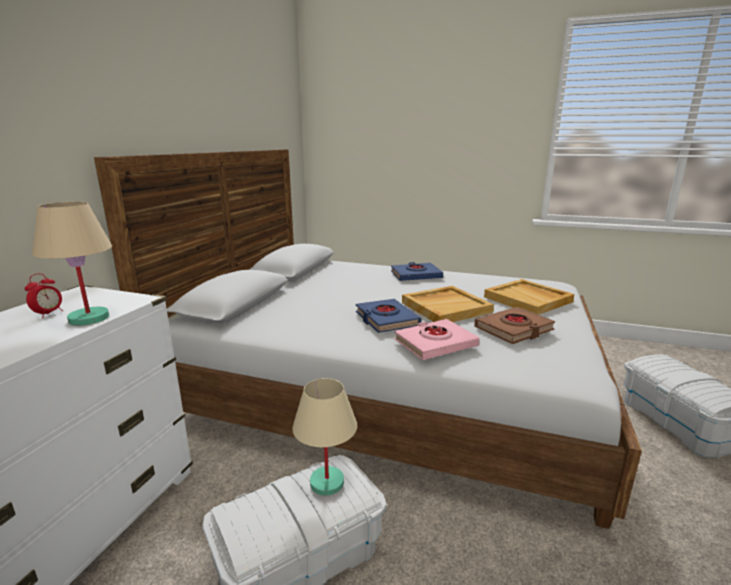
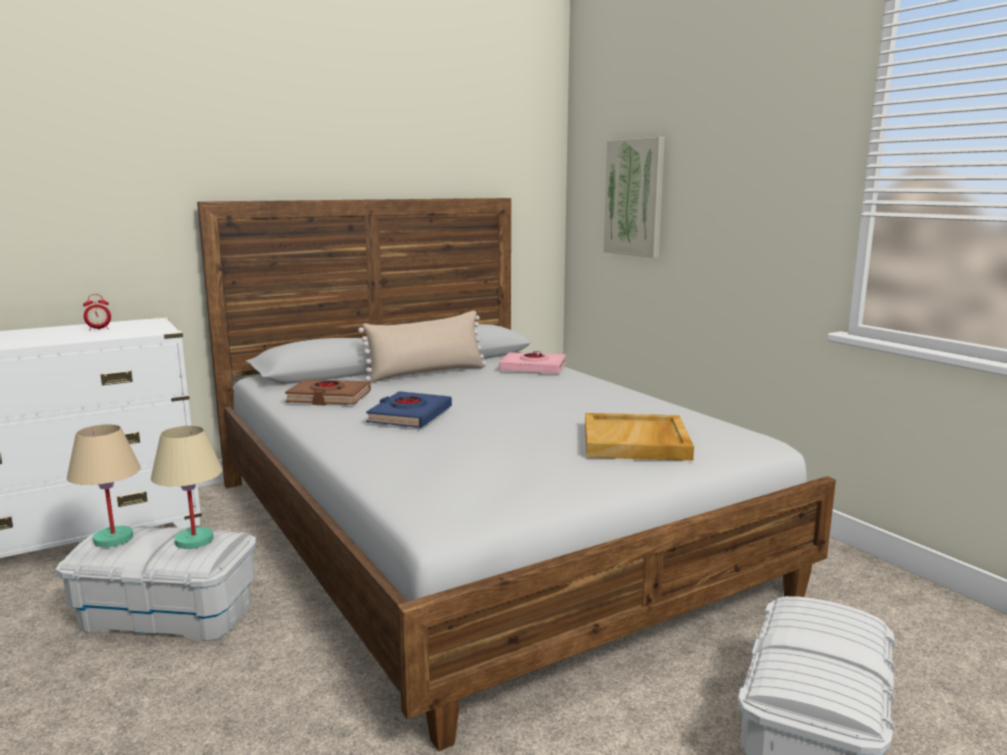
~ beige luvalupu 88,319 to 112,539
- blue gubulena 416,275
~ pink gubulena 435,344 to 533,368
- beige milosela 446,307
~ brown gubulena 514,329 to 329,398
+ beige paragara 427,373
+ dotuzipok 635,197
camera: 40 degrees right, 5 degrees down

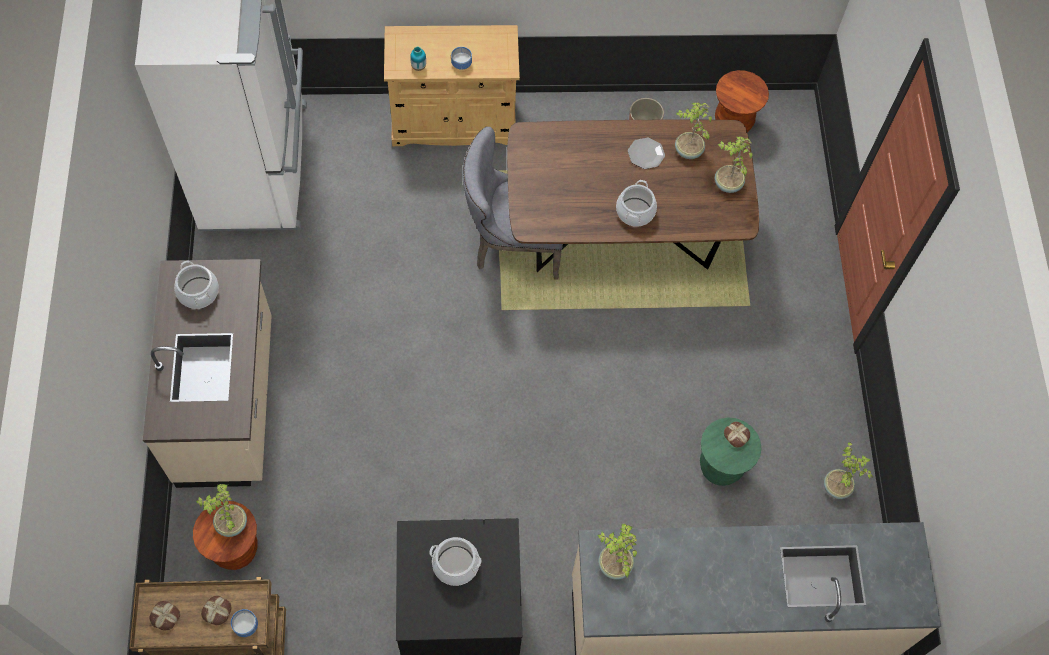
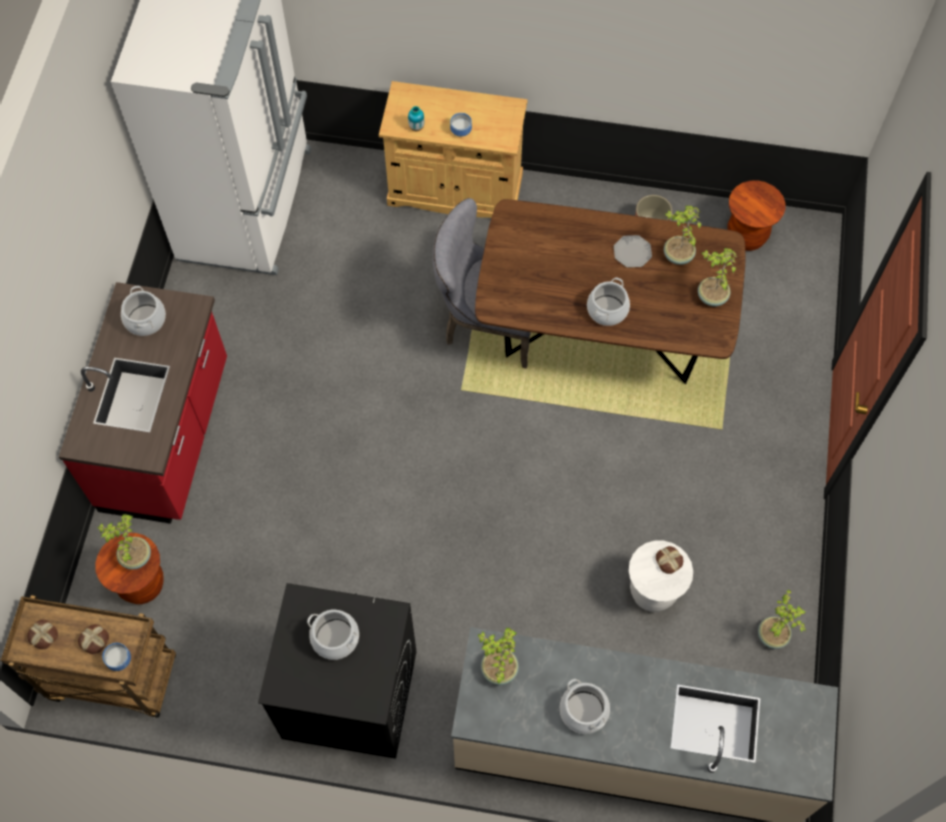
~ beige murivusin 228,402 to red murivusin 167,436
~ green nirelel 720,467 to white nirelel 652,591
+ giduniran 584,711
camera: 15 degrees right, 0 degrees up

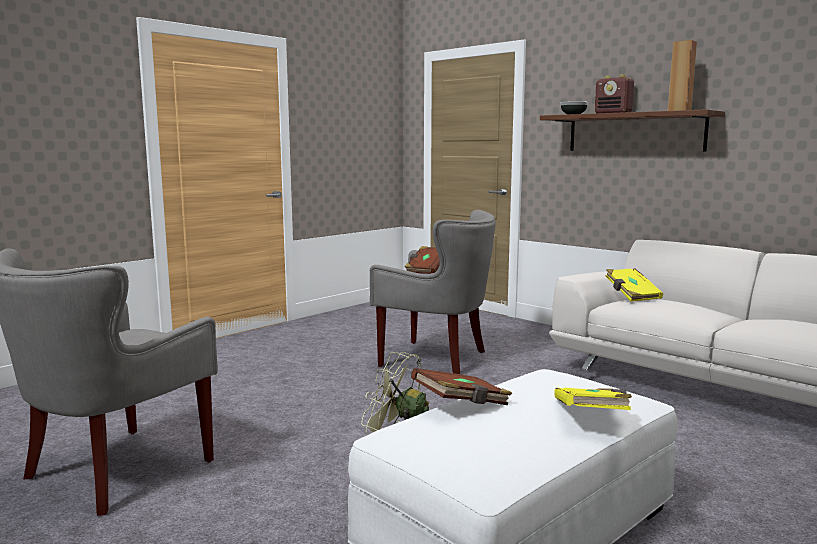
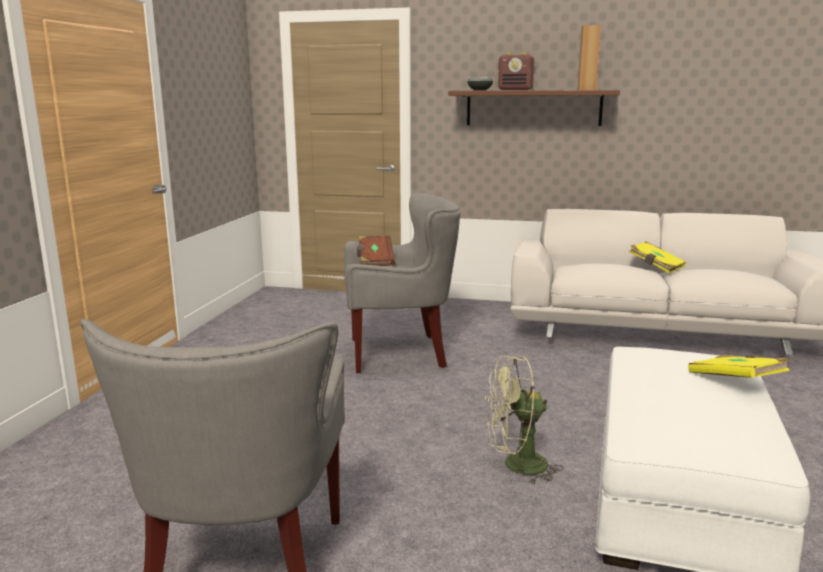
- brown gubulena 462,405
~ yellow gubulena 631,295 to 655,267
camera: 30 degrees left, 5 degrees up

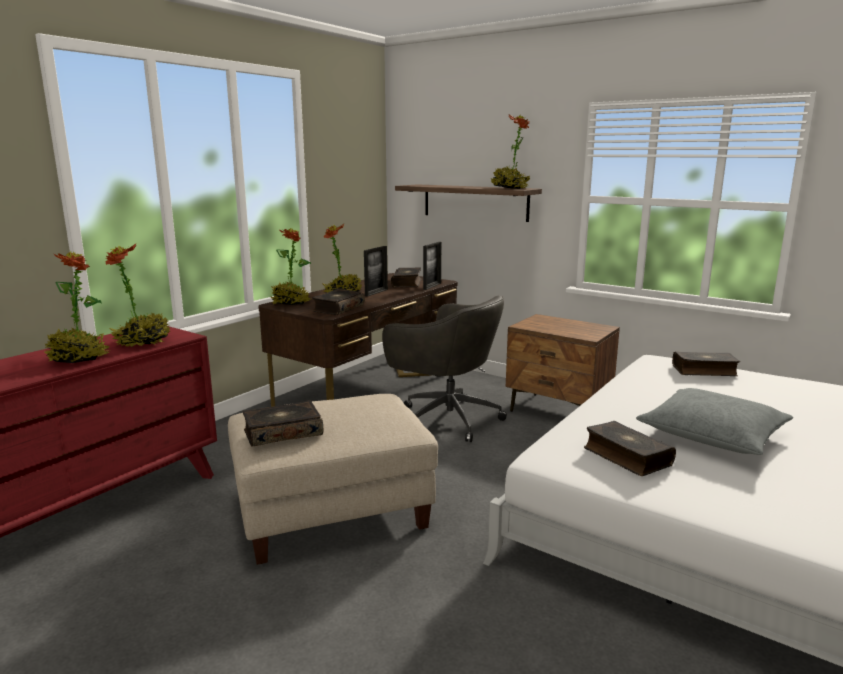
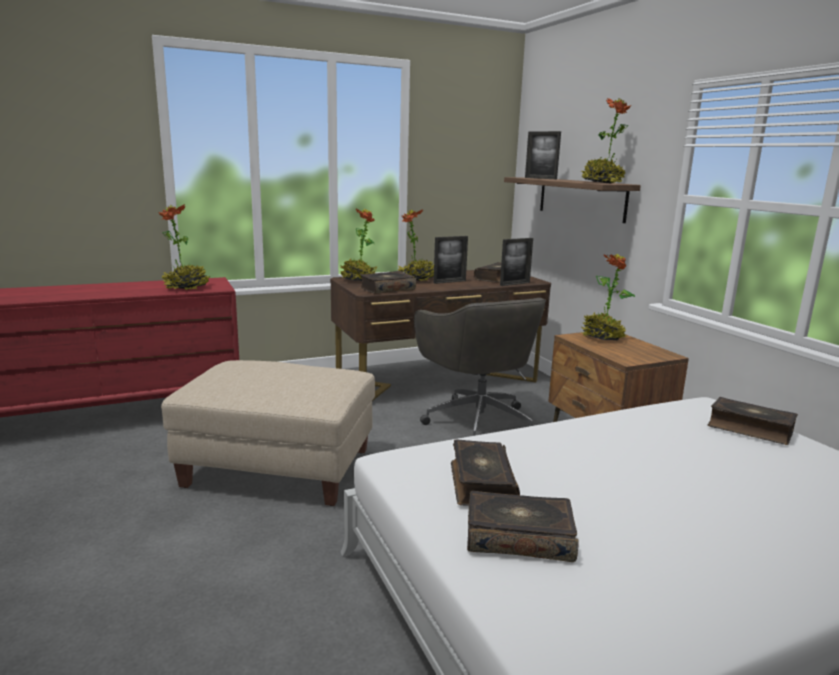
~ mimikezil 79,359 to 603,338
~ gubulena 283,432 to 519,538
- grey paragara 712,434
+ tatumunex 540,178
camera: 30 degrees right, 0 degrees up

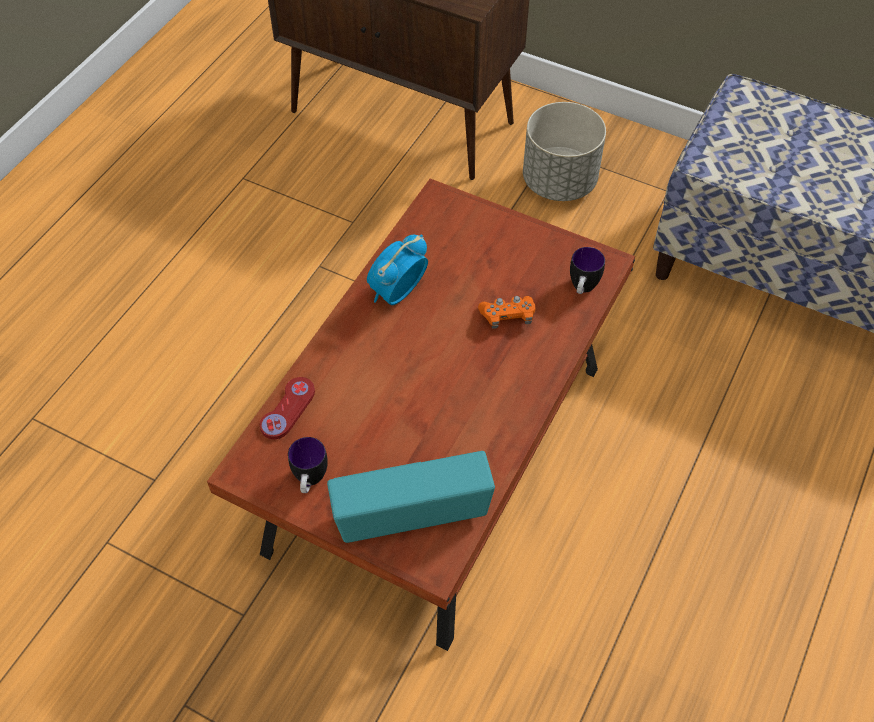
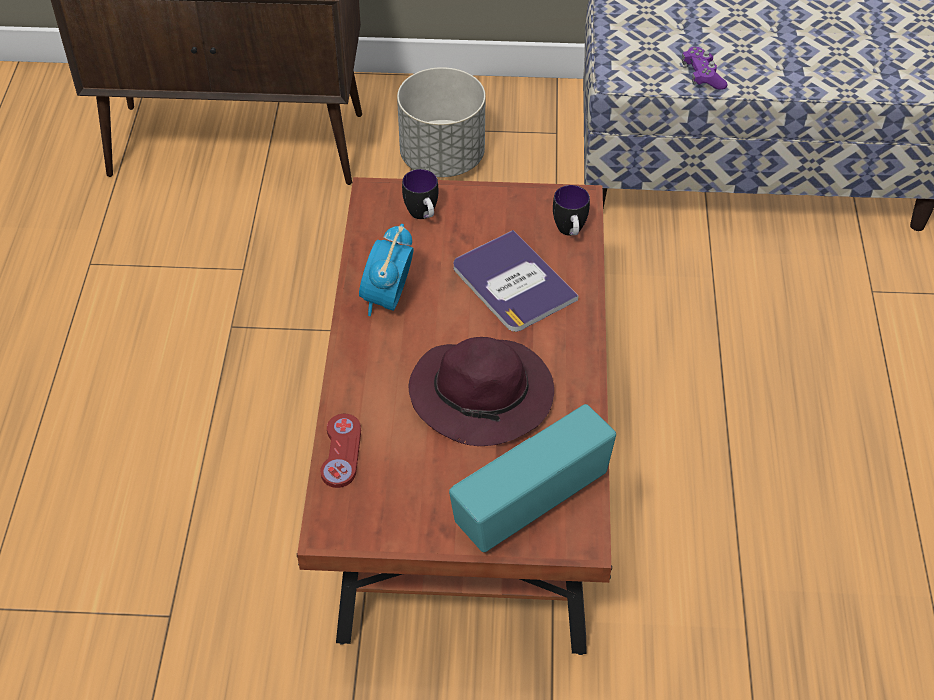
~ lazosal 310,481 to 423,216
~ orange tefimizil 507,316 to gubulena 513,283
+ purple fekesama 484,396
+ purple tefimizil 702,76
camera: 25 degrees left, 5 degrees down

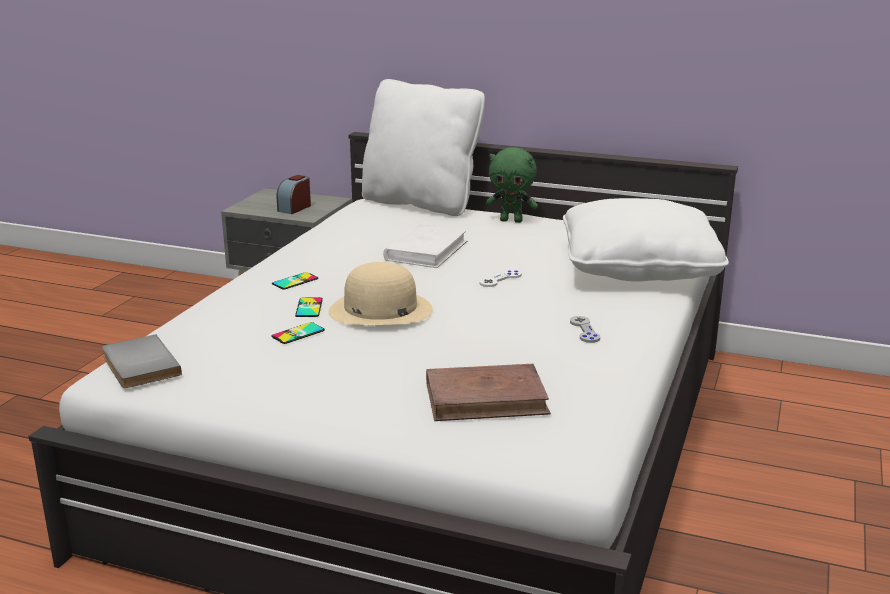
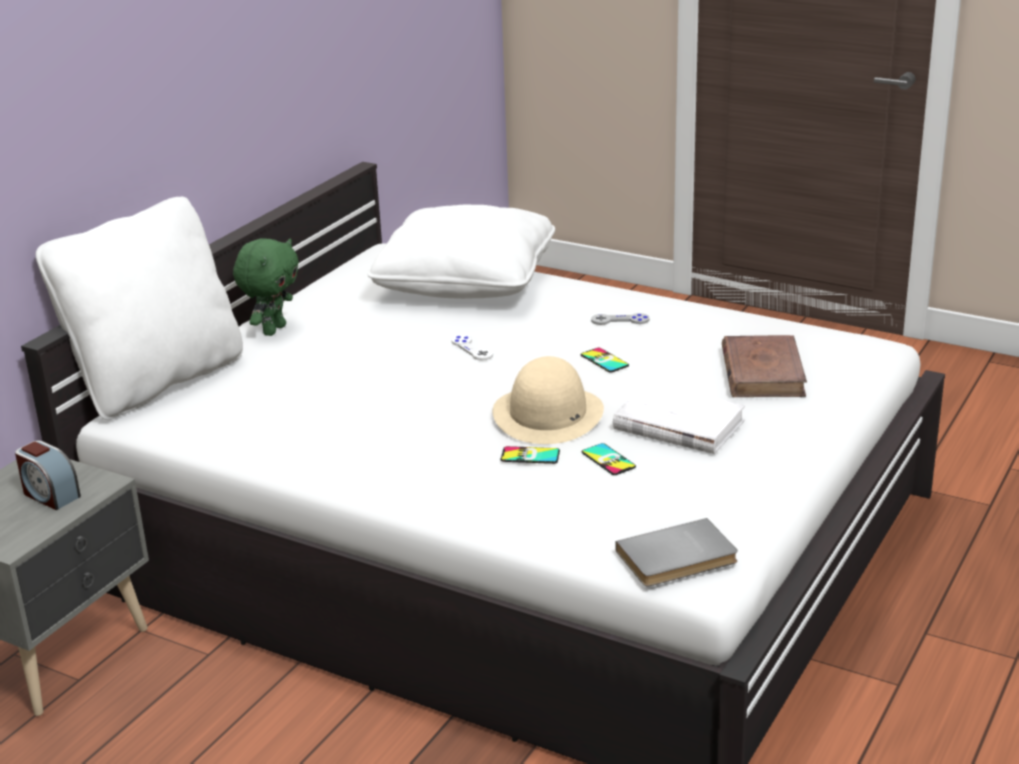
~ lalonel 295,281 to 604,360
~ white gubulena 426,251 to 678,425
camera: 80 degrees left, 5 degrees up

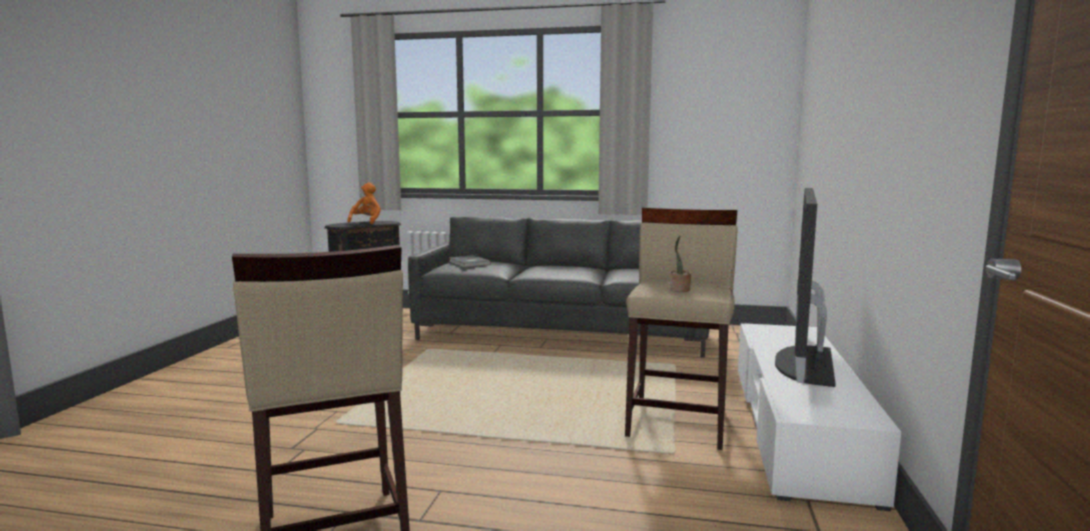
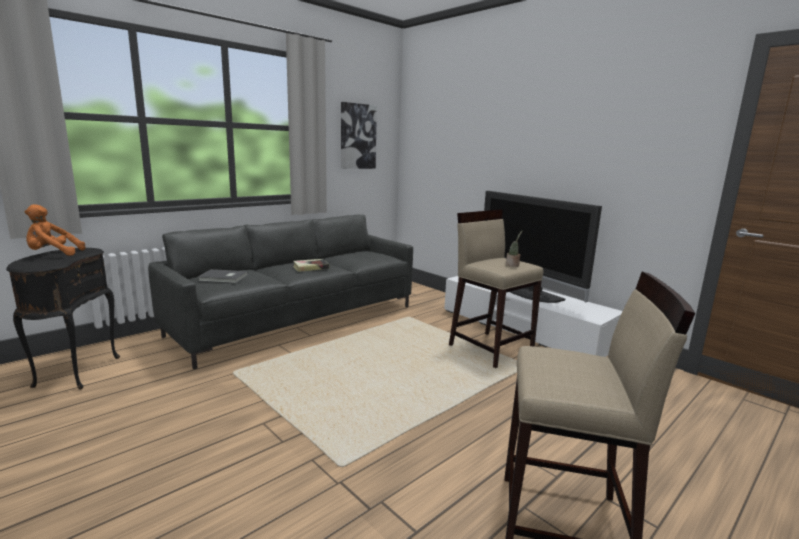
~ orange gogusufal 366,222 = 52,254 60 degrees counterclockwise
+ gubulena 310,268
+ dotuzipok 357,136
camera: 55 degrees left, 5 degrees up

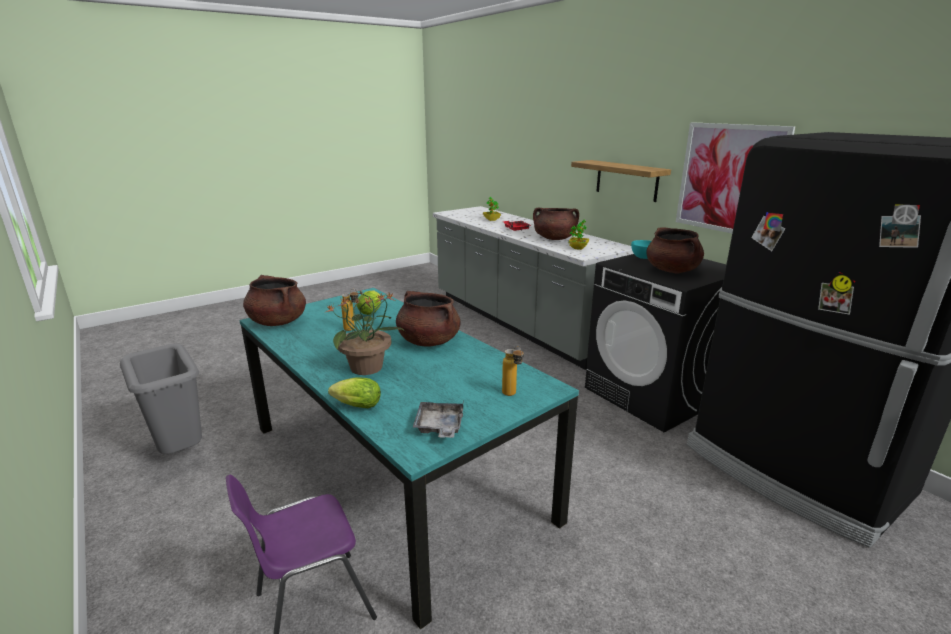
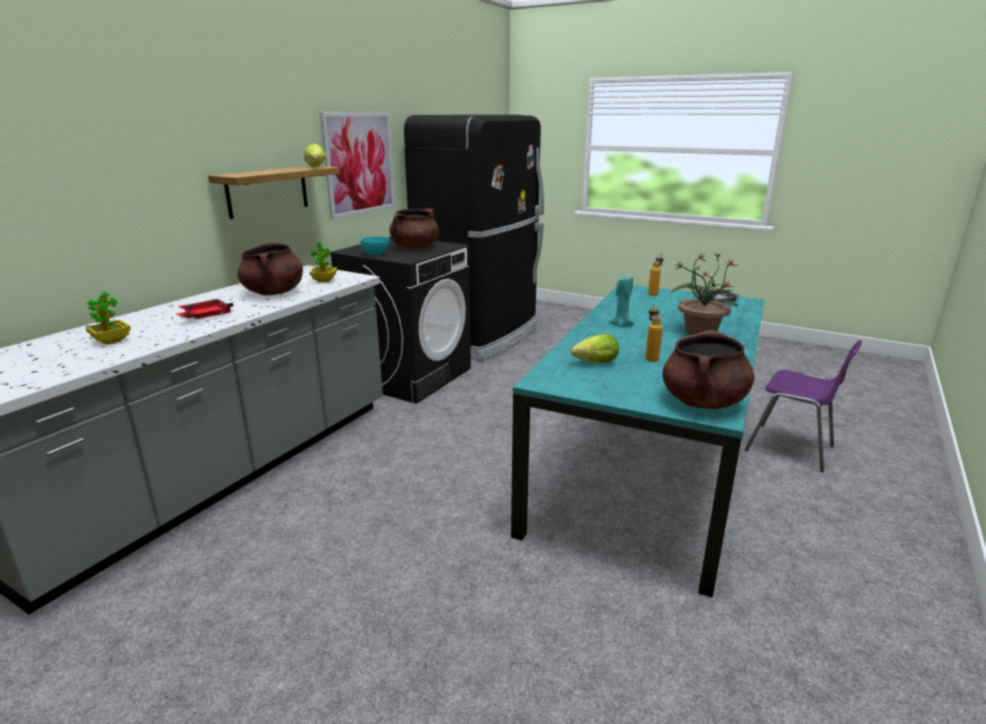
- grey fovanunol 181,452
~ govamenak 355,406 to 316,167
~ brown giduniran 428,341 to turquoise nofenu 621,325
camera: 115 degrees left, 0 degrees up

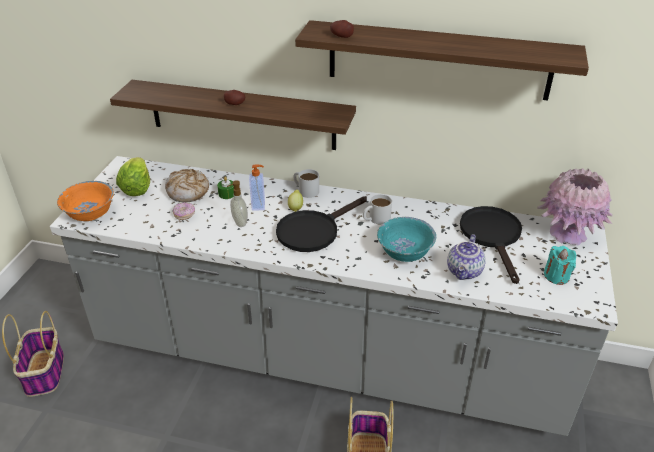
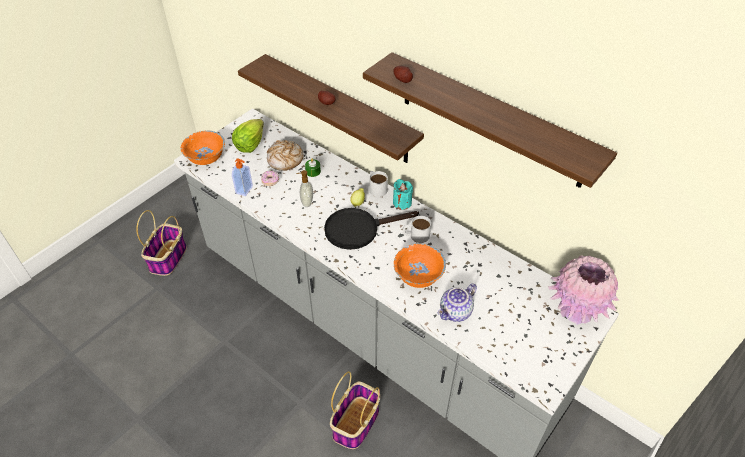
~ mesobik 259,205 to 245,190
~ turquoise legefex 405,251 to orange legefex 419,275
- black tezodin 493,236
~ turquoise nofenu 556,276 to 402,203
camera: 25 degrees right, 10 degrees up

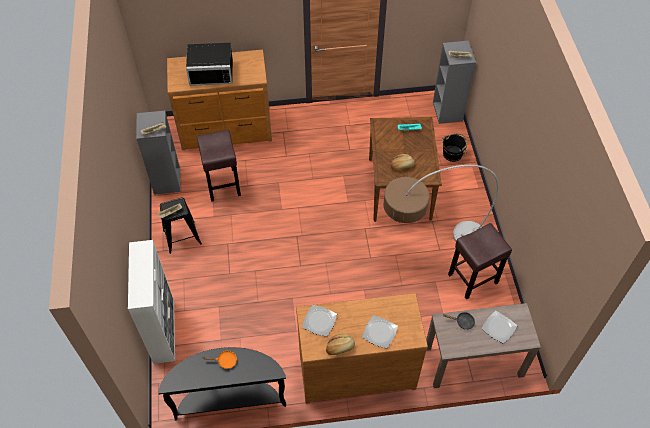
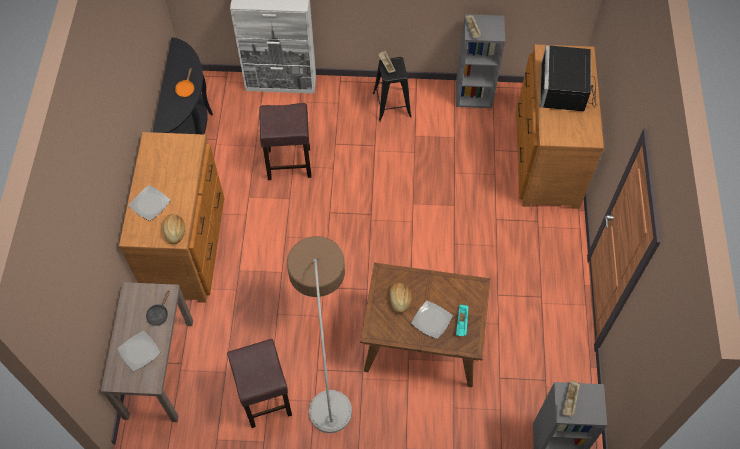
~ brown nirelel 222,184 to 290,163
~ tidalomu 319,321 to 432,320
~ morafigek 340,347 to 174,231
- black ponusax 453,154
camera: 100 degrees right, 5 degrees up

